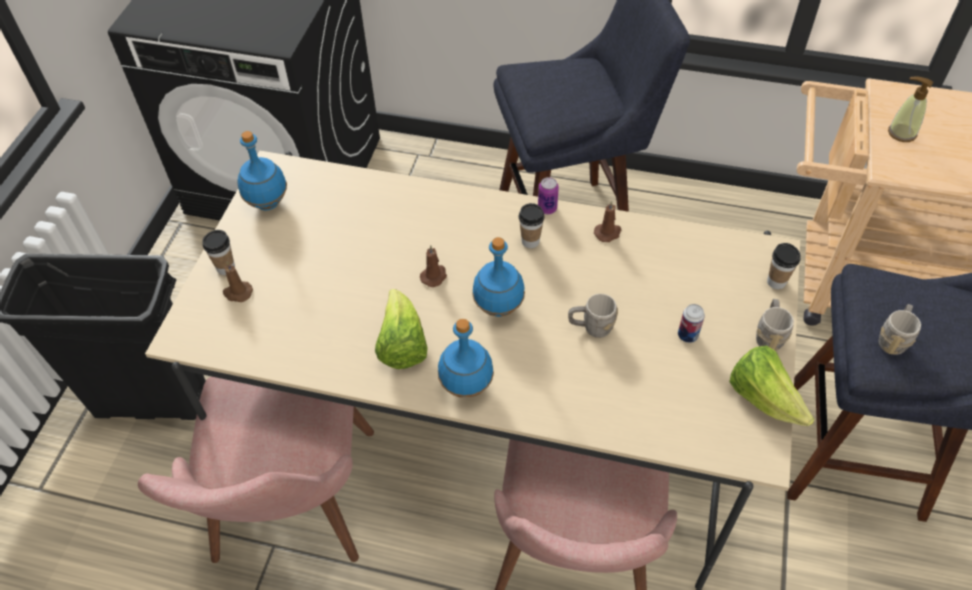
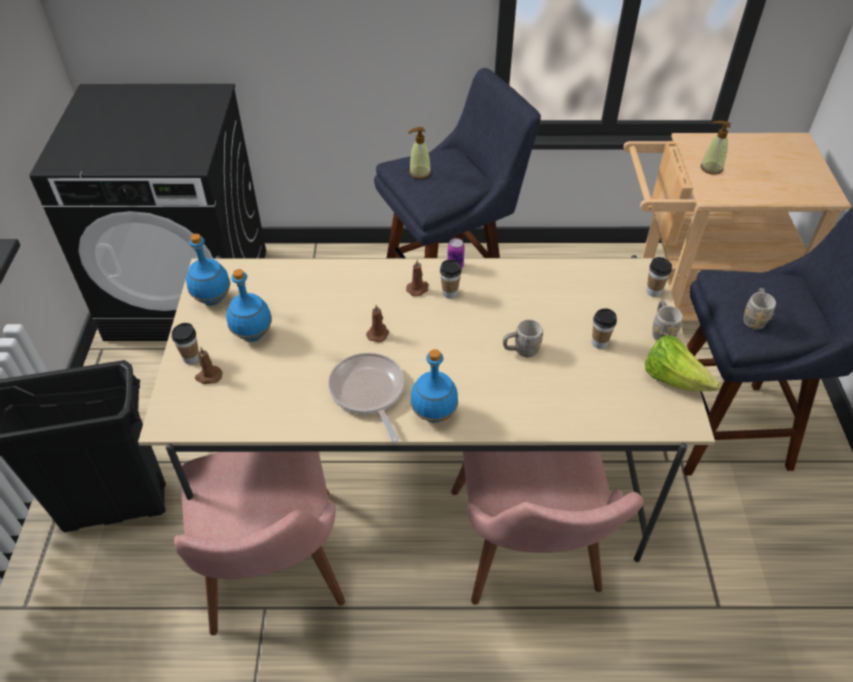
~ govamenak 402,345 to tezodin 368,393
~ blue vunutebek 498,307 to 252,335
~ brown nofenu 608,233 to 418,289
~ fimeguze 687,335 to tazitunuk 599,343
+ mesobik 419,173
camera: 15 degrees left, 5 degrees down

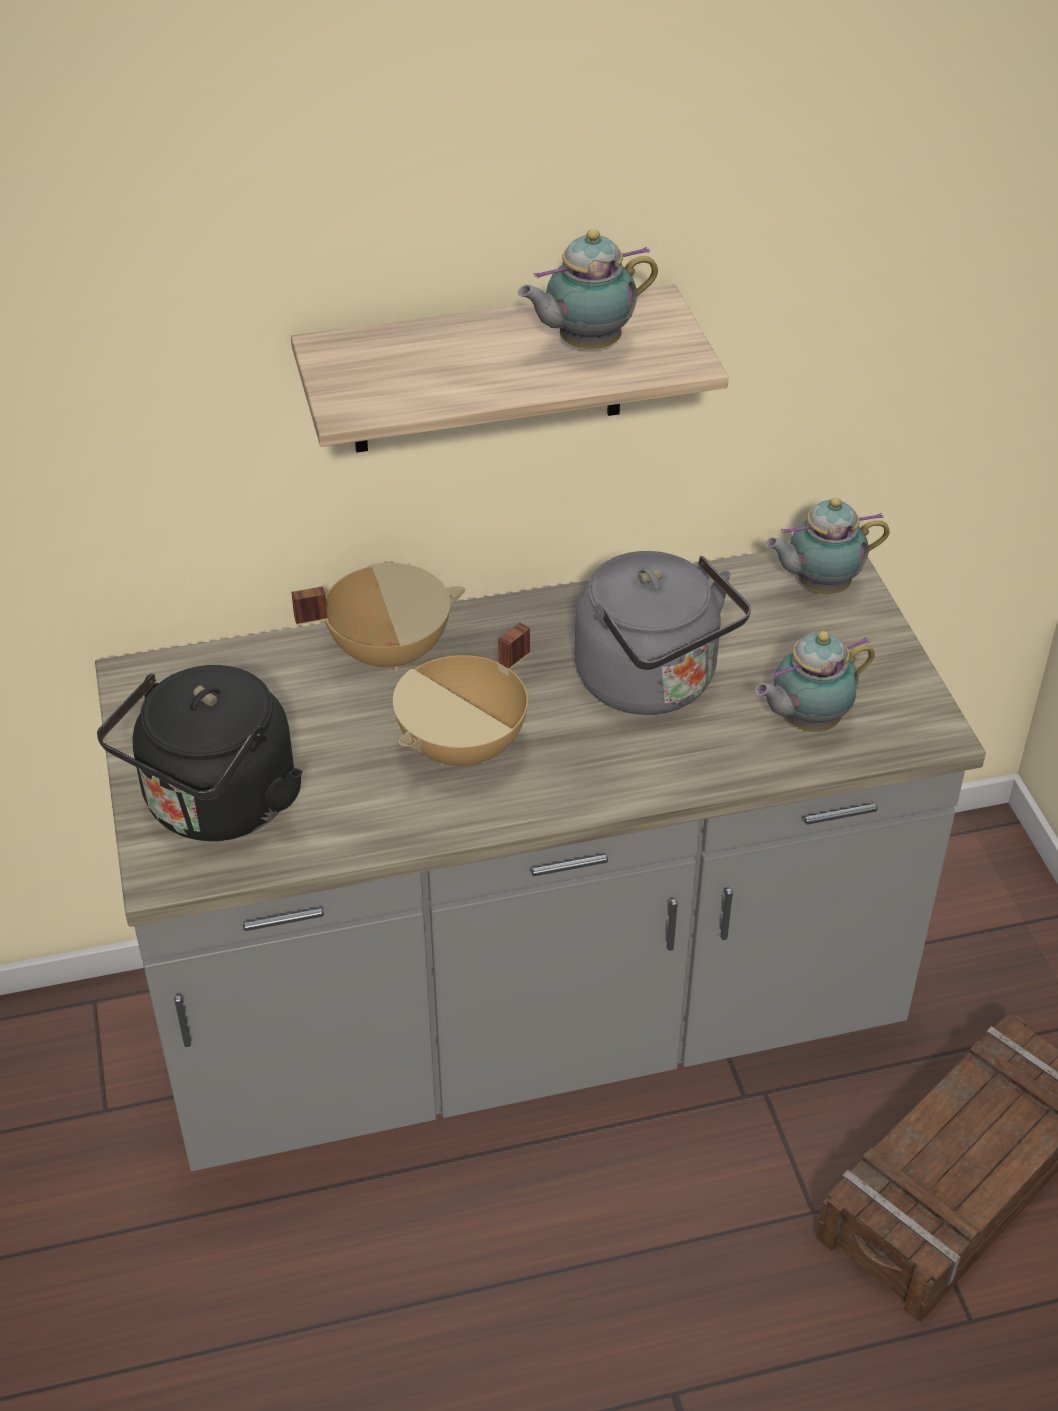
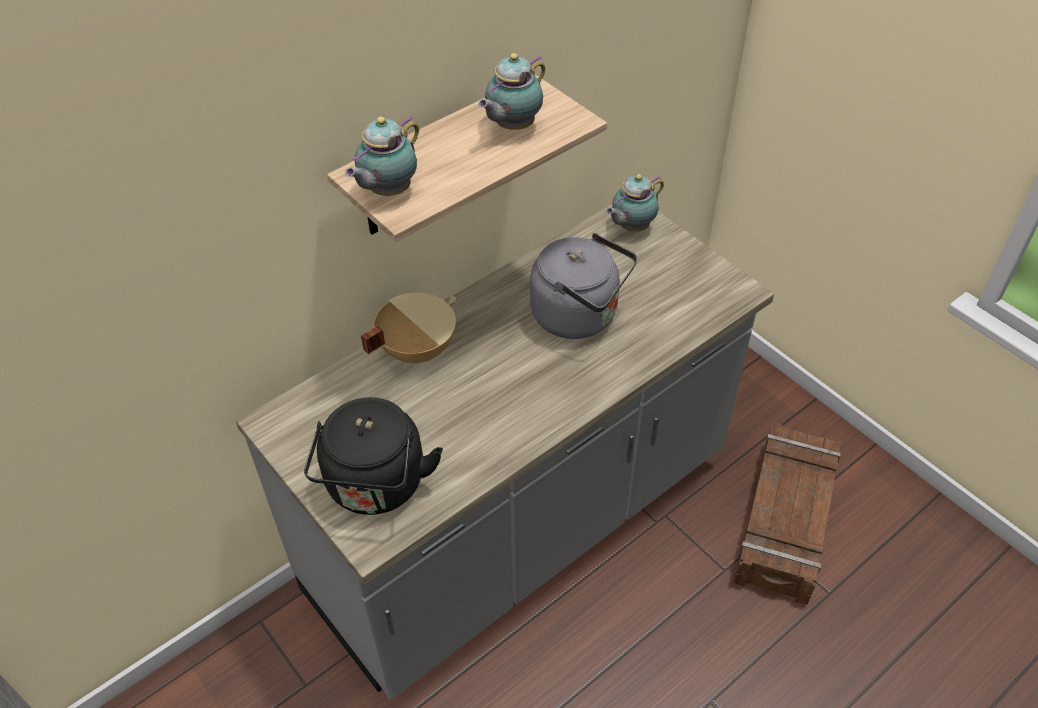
- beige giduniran 465,748
~ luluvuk 806,722 to 387,191
camera: 25 degrees left, 5 degrees up

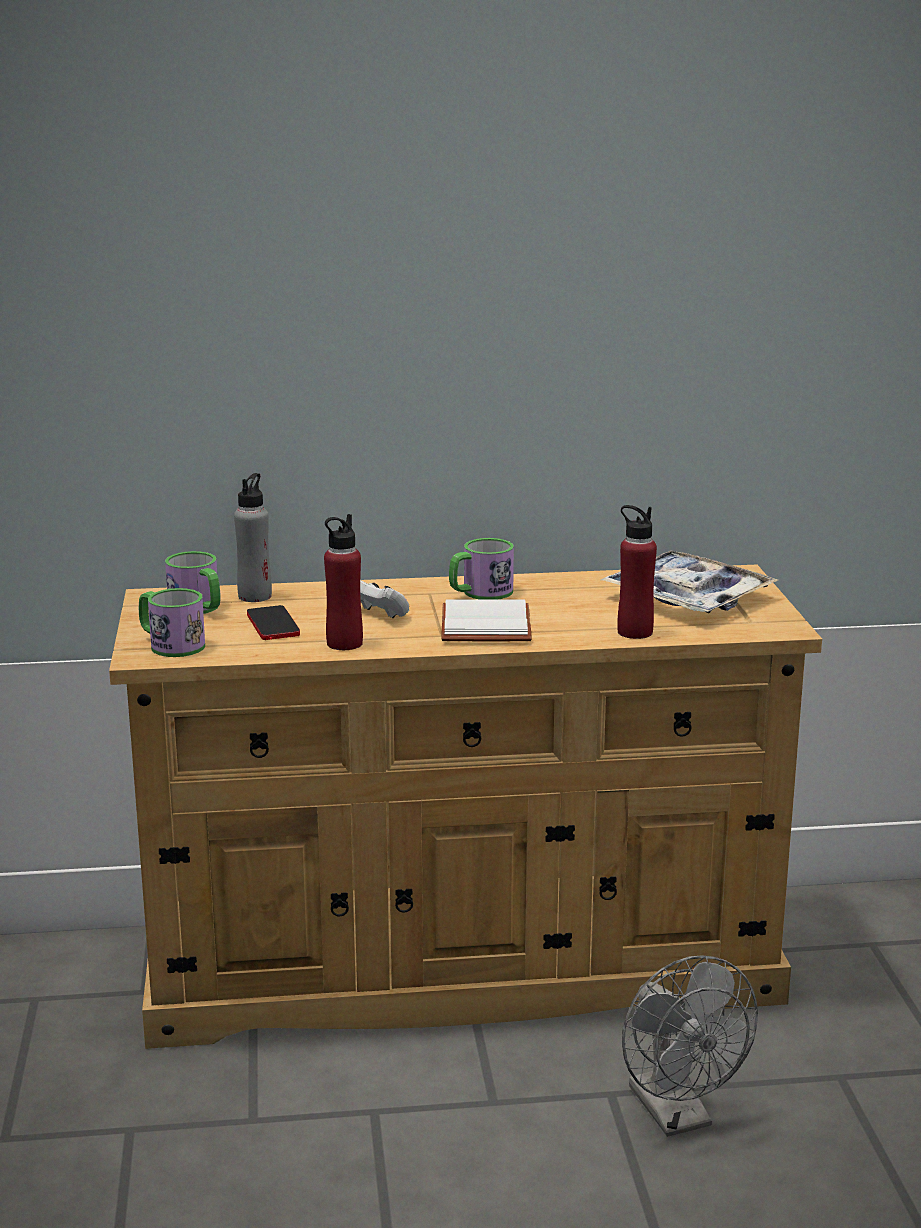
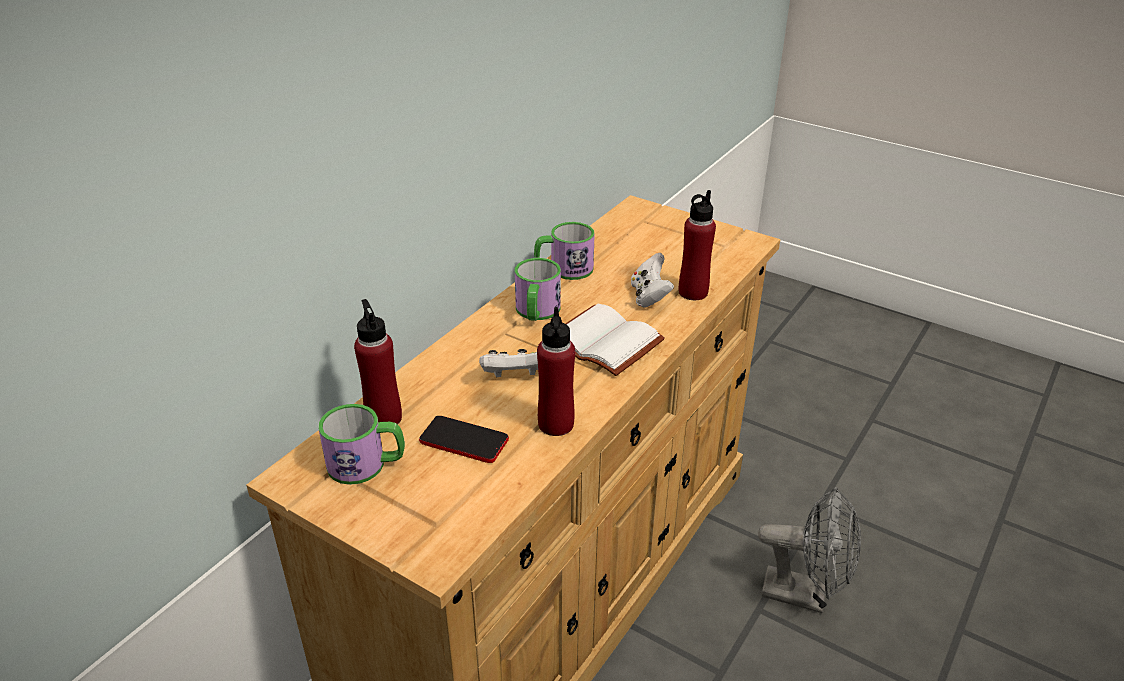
~ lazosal 170,644 to 564,269
~ grey vunutebek 255,596 to red vunutebek 384,418
- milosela 688,598
+ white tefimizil 649,296
camera: 50 degrees left, 15 degrees up

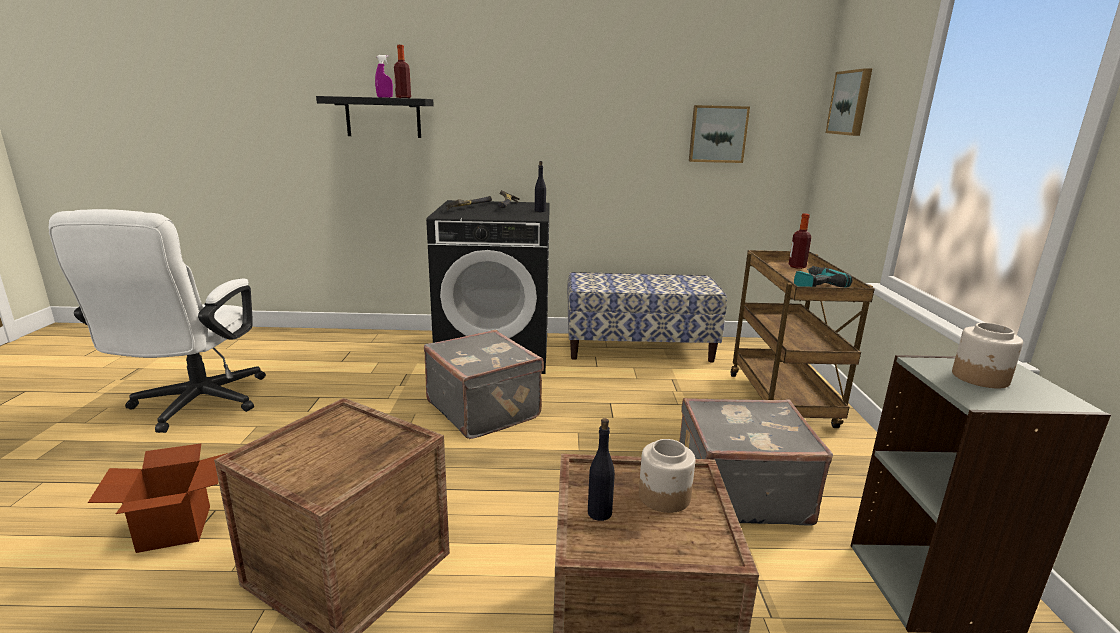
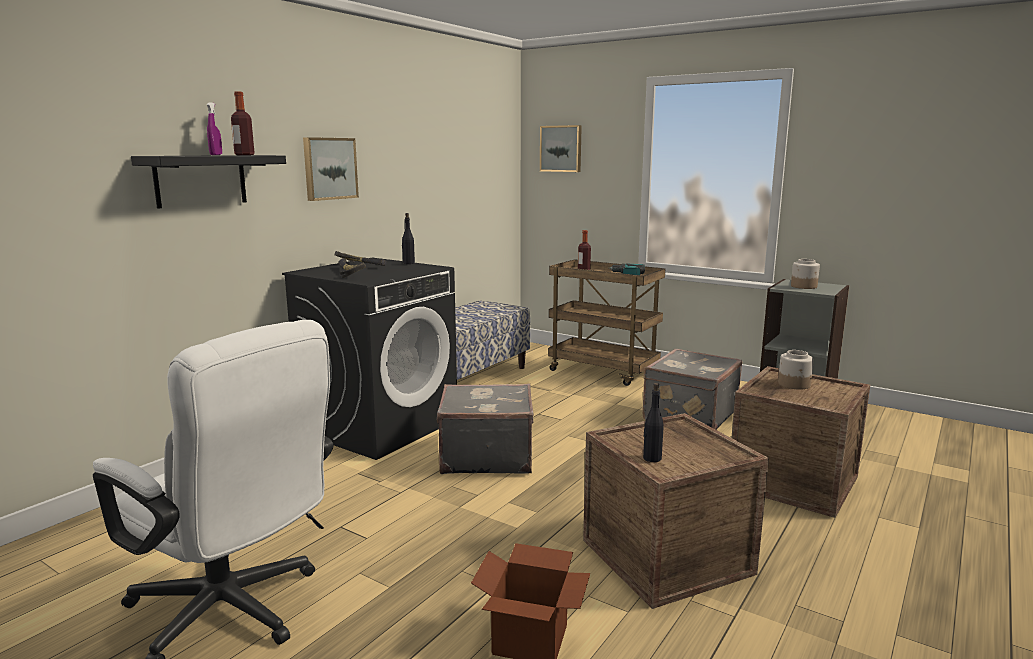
~ black vunutebek 599,513 to 651,458
~ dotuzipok 717,134 to 329,168
camera: 55 degrees left, 5 degrees down

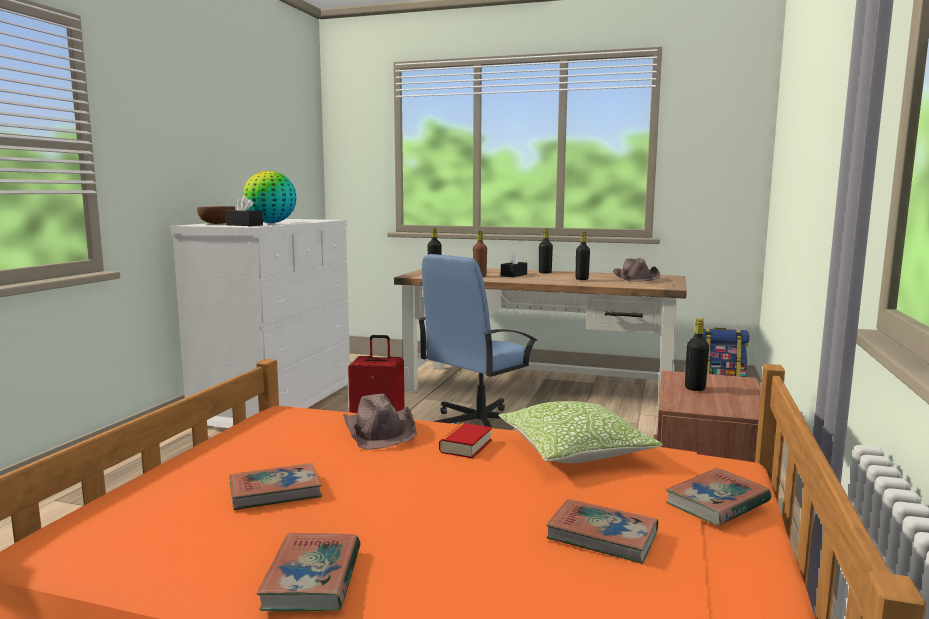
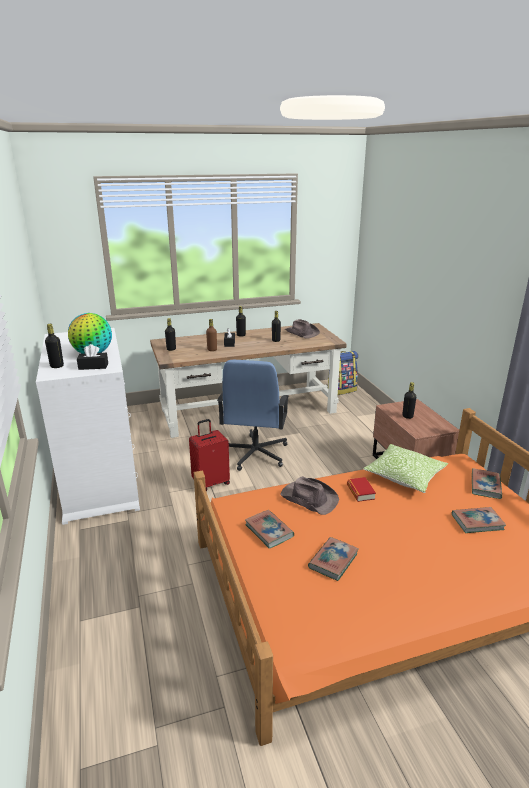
~ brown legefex 217,223 to black vunutebek 57,366
~ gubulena 312,578 to 269,531
camera: 35 degrees left, 15 degrees up

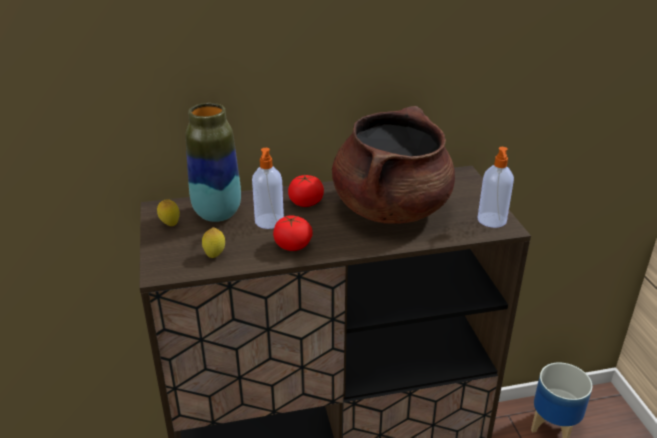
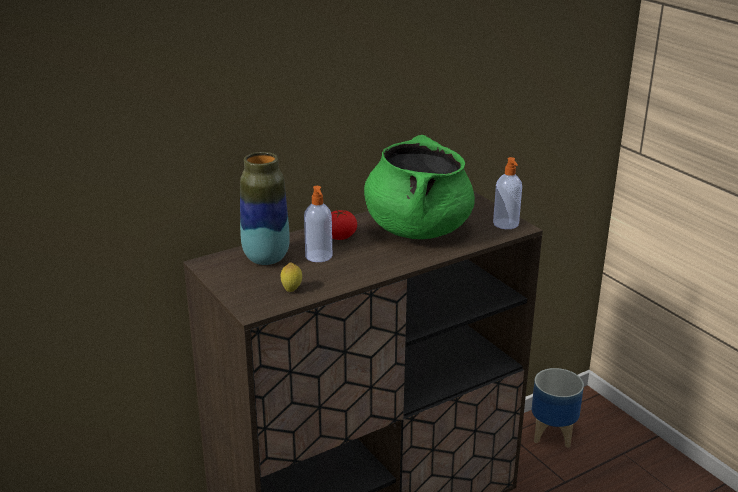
- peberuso 170,225
- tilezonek 292,246
~ brown giduniran 391,208 to green giduniran 417,229
camera: 20 degrees left, 5 degrees down

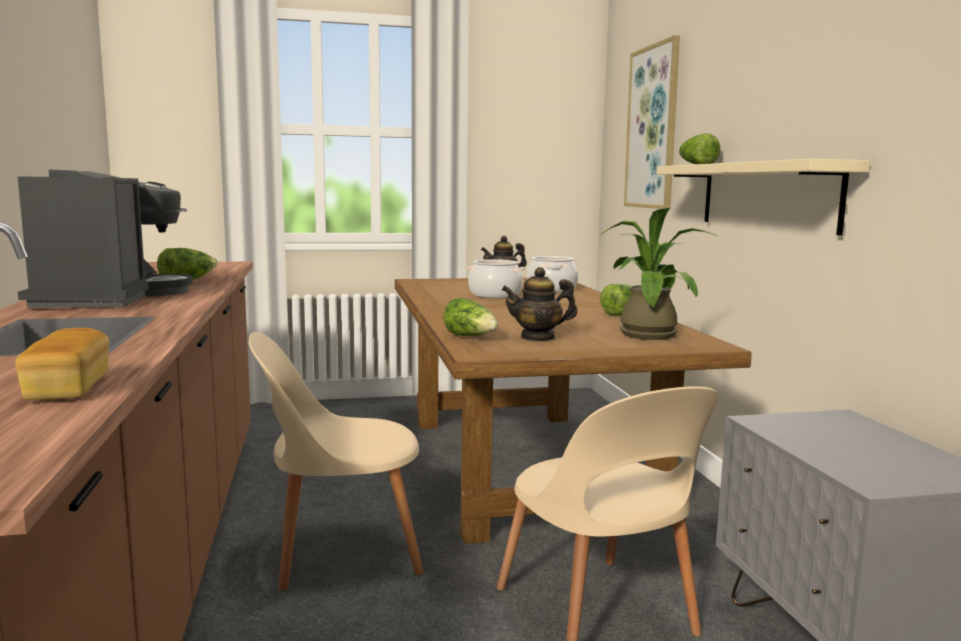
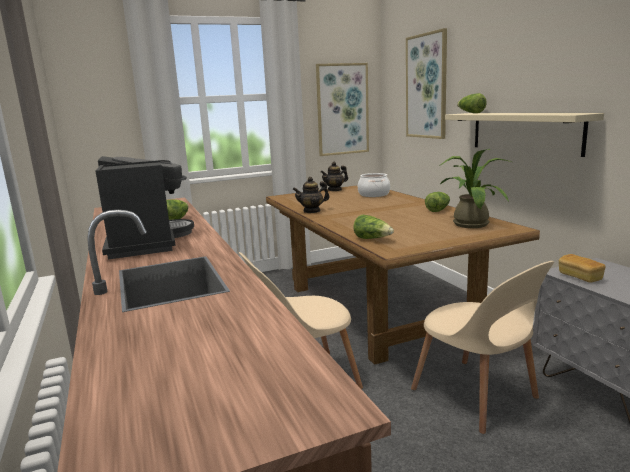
~ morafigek 68,389 to 580,277
- giduniran 495,295
~ luluvuk 538,337 to 312,211
+ dotuzipok 342,109
camera: 10 degrees left, 5 degrees up

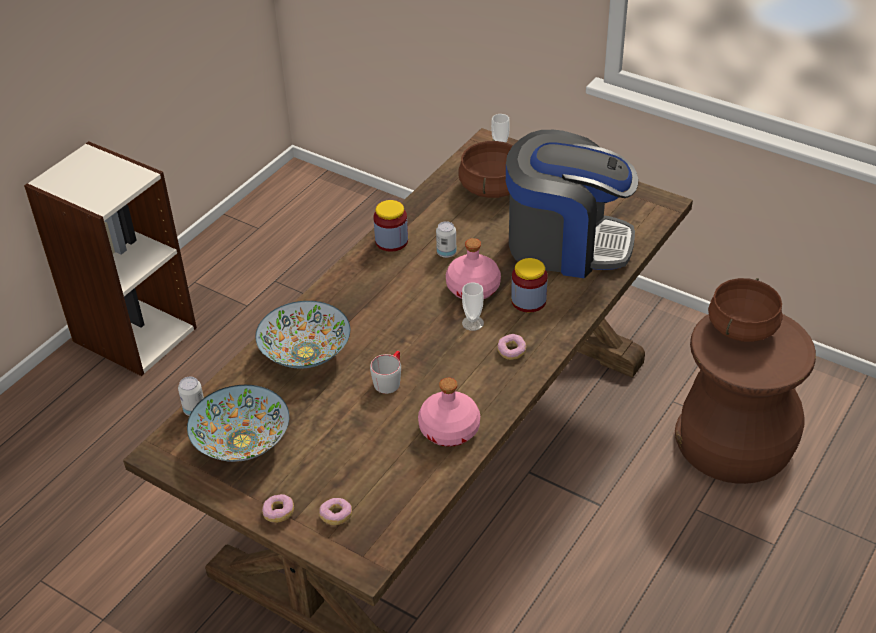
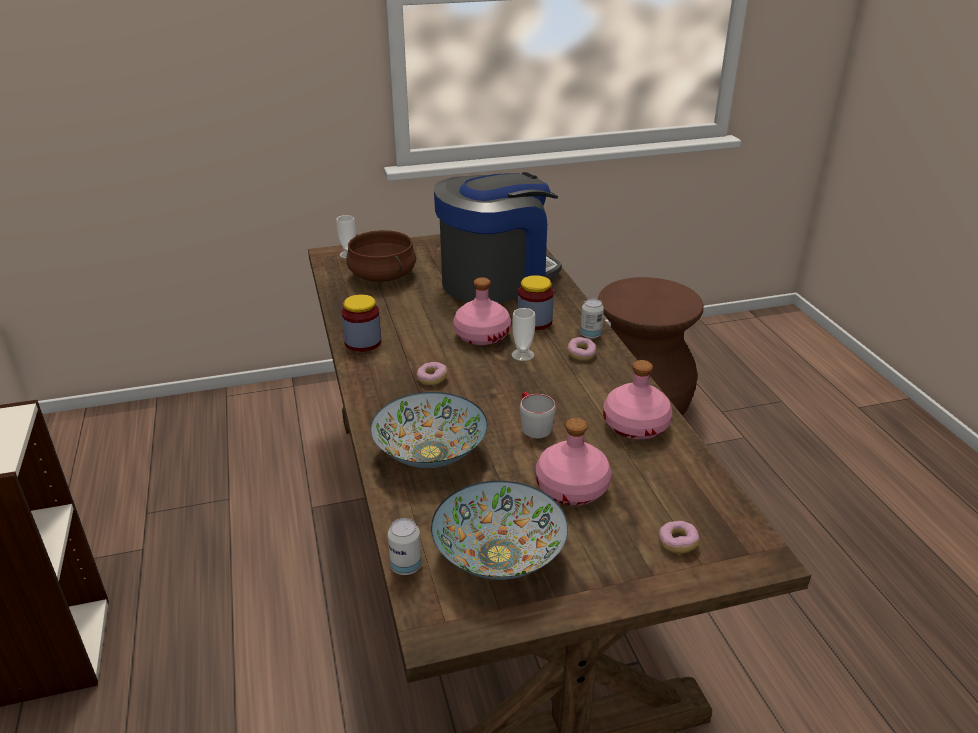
~ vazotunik 279,513 to 432,379
~ fimeguze 446,253 to 590,335
- brown giduniran 741,326
+ pink vunutebek 571,488
camera: 50 degrees left, 10 degrees down

